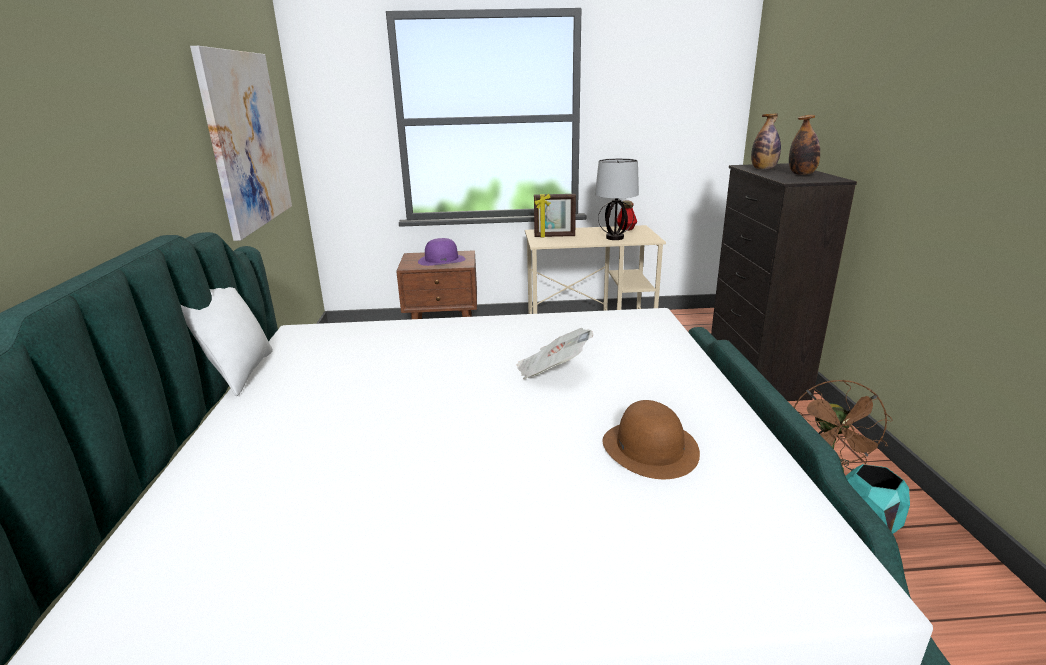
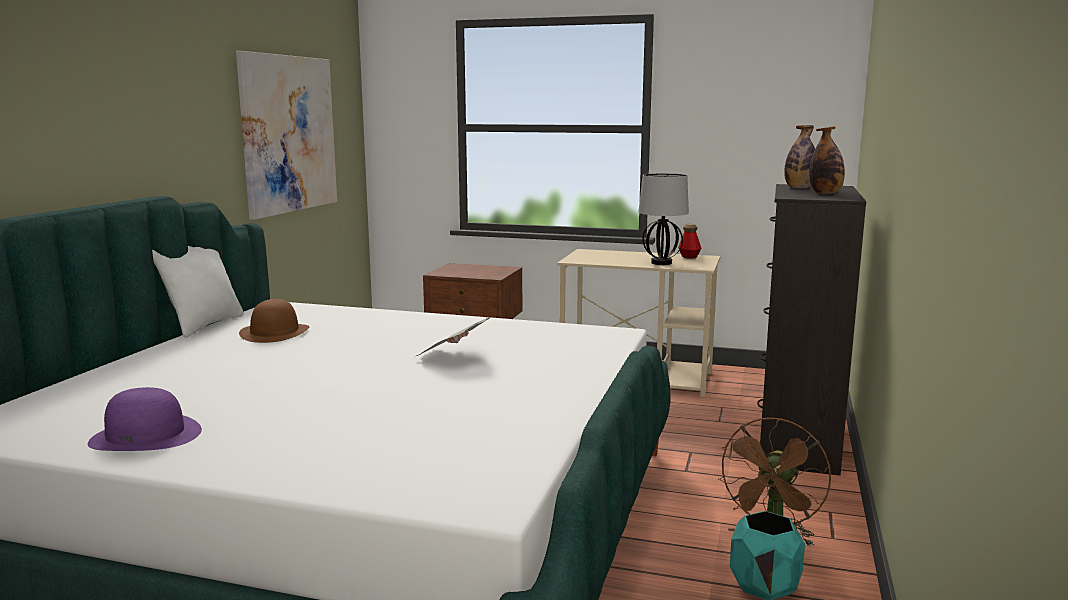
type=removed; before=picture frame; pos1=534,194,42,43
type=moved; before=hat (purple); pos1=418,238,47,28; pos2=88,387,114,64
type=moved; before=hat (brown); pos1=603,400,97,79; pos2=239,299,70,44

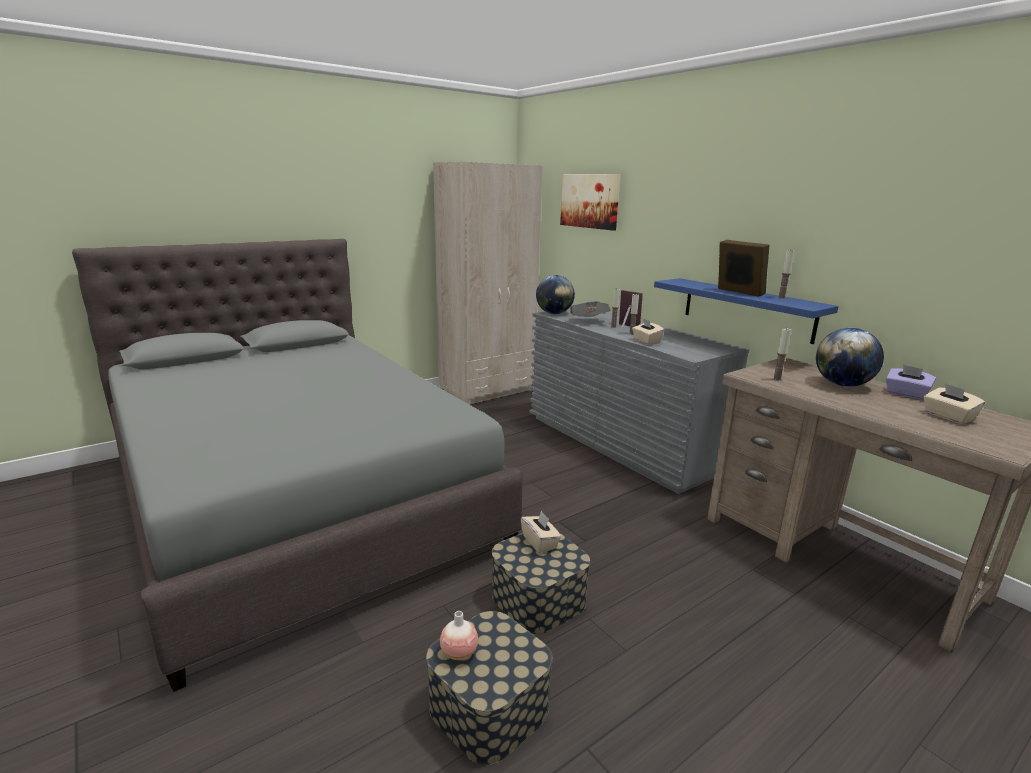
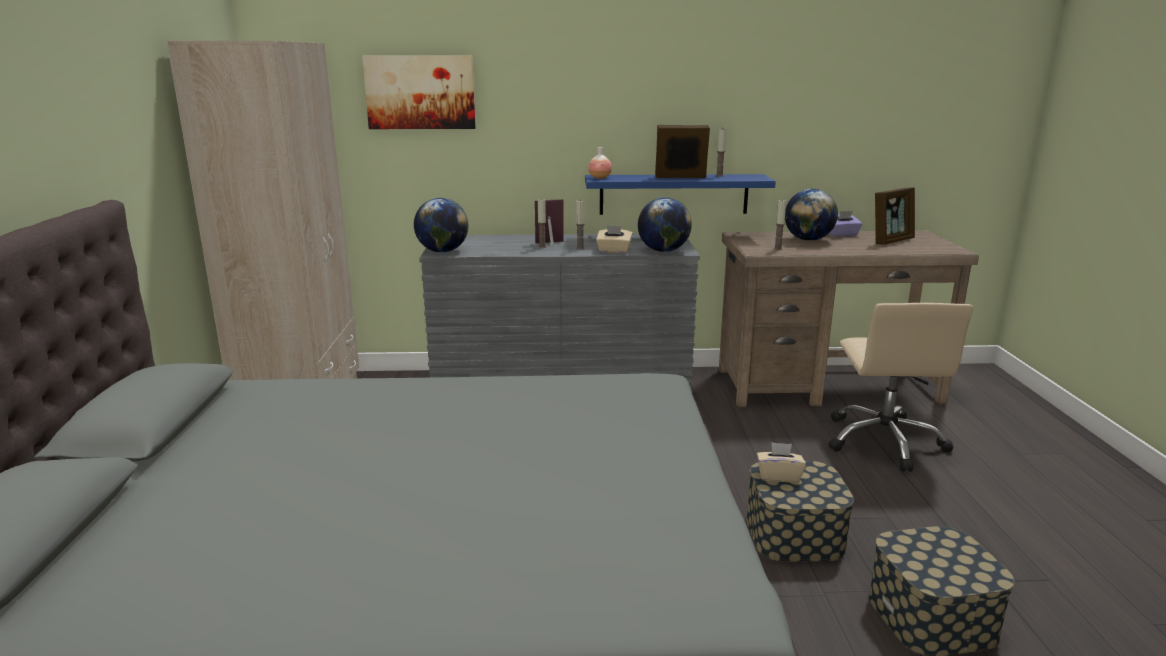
type=removed; before=newspaper; pos1=570,301,40,16
type=added; after=globe; pos2=638,197,54,55
type=added; after=office chair (beige); pos2=828,303,146,168
type=moved; before=vase; pos1=440,611,38,49; pos2=588,147,24,32
type=replaced; before=tissue box (beige); after=picture frame; pos1=924,383,61,41; pos2=875,187,40,58

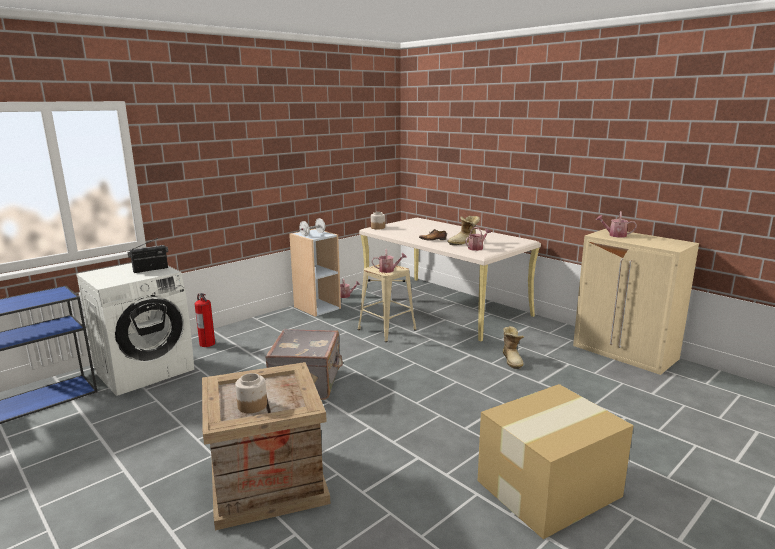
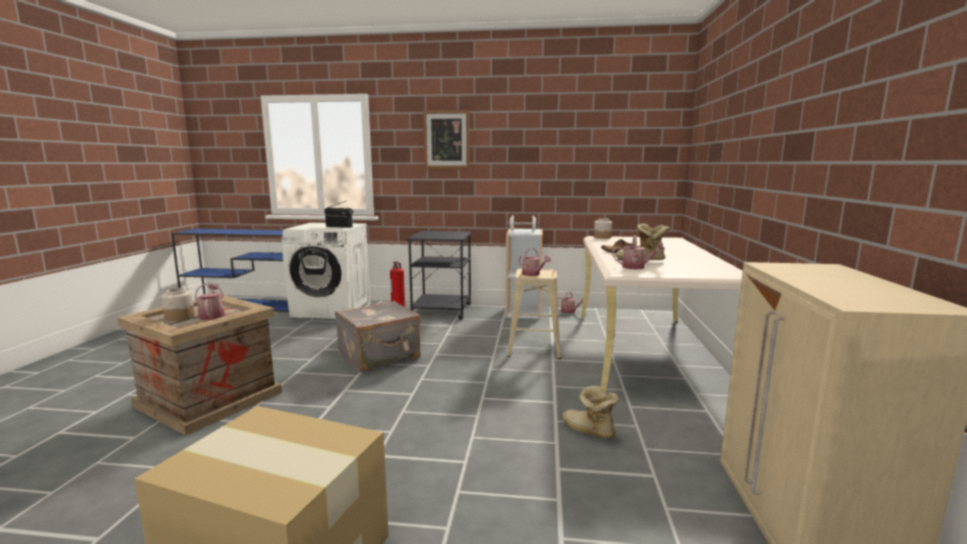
type=added; after=cart (black); pos2=407,231,65,89
type=added; after=picture; pos2=423,110,47,59
type=moved; before=watering can; pos1=596,211,41,27; pos2=195,283,30,37
type=turned; before=boot; pos1=503,326,21,43; pos2=562,385,58,53; turn=90

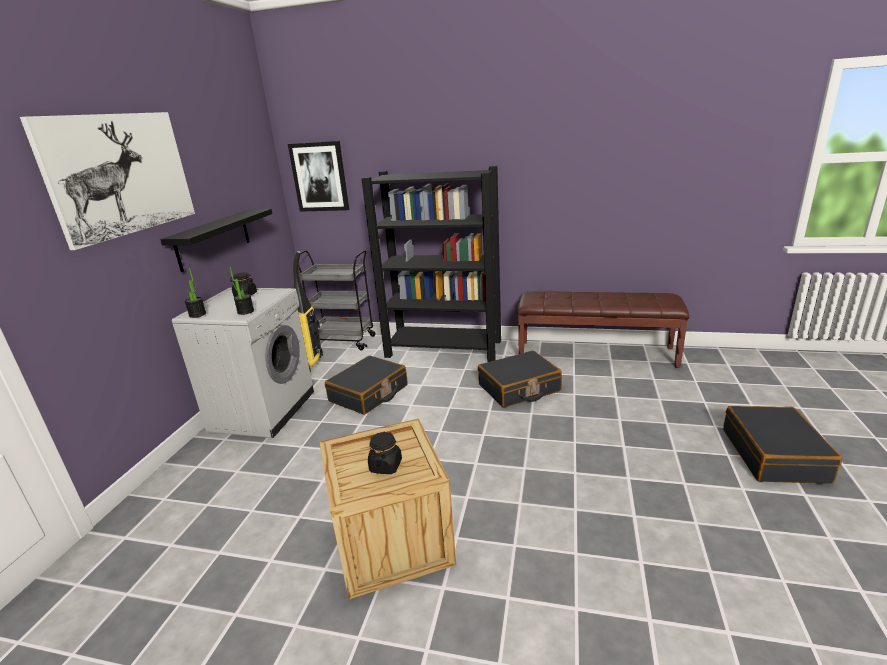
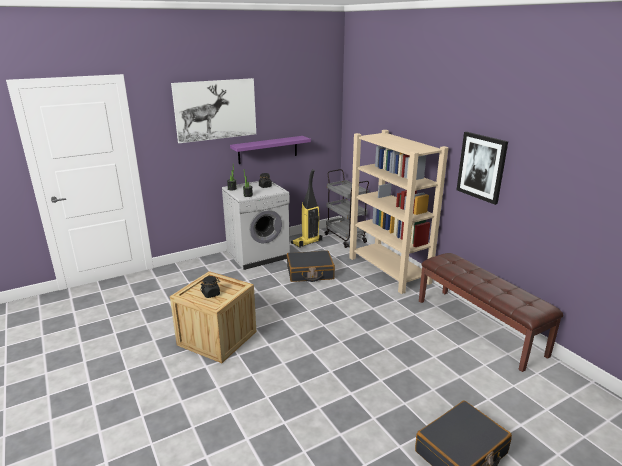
type=removed; before=suitcase (black); pos1=478,351,84,57
type=moved; before=picture; pos1=288,141,61,71; pos2=456,132,52,73
type=recoloured; before=shelf (black); after=shelf (purple); pos1=160,209,112,63; pos2=230,136,81,28
type=recoloured; before=bookcase (black); after=bookcase (beige); pos1=361,166,140,196; pos2=349,130,99,164

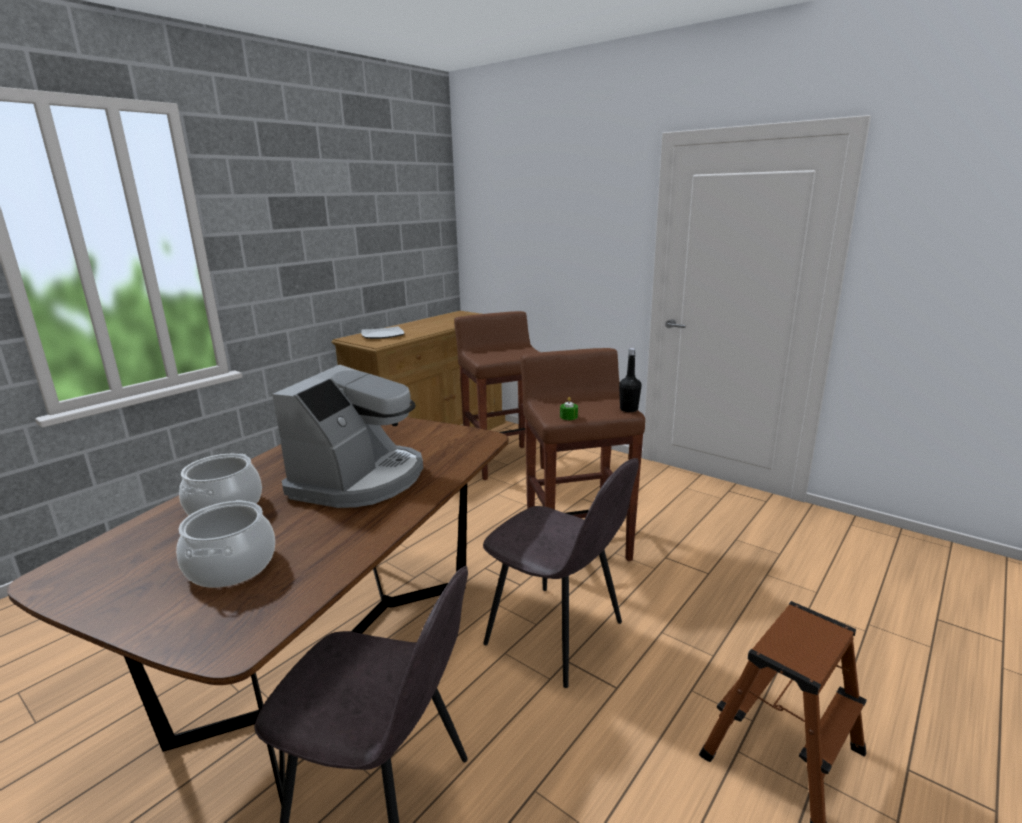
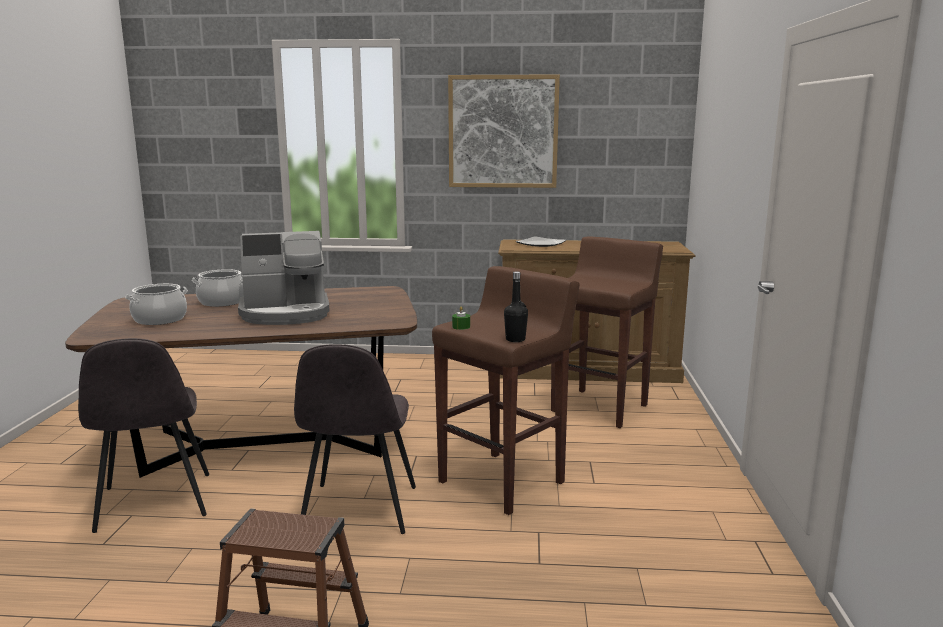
type=added; after=picture; pos2=448,74,112,114

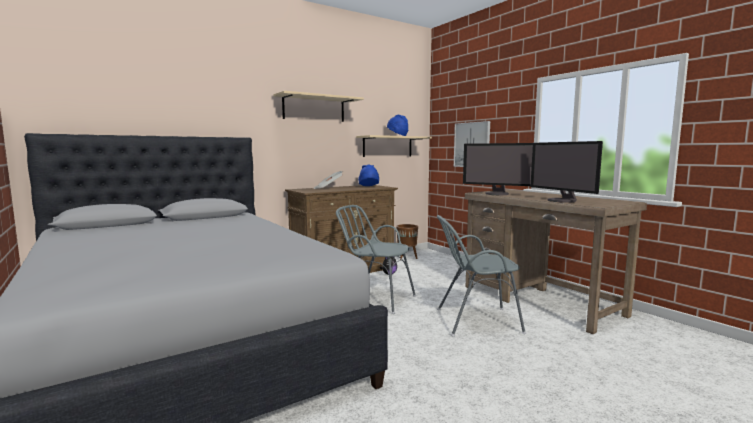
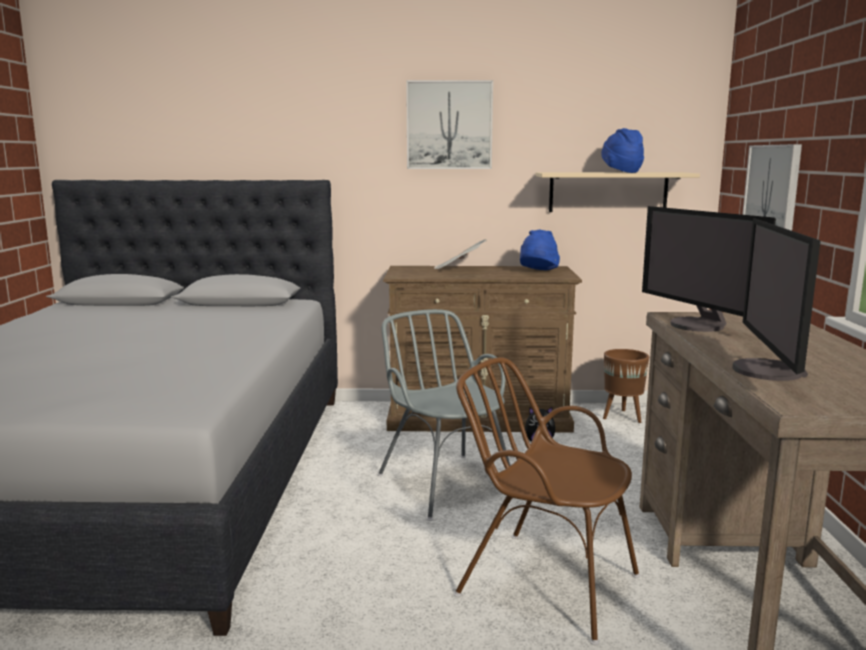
type=replaced; before=shelf (beige); after=picture; pos1=273,91,91,31; pos2=406,80,87,89
type=recoloured; before=chair (grey); after=chair (brown); pos1=437,215,89,121; pos2=453,357,187,288

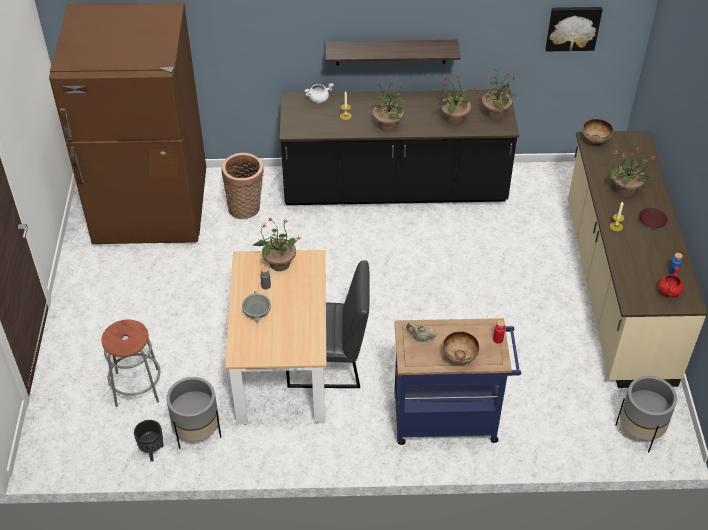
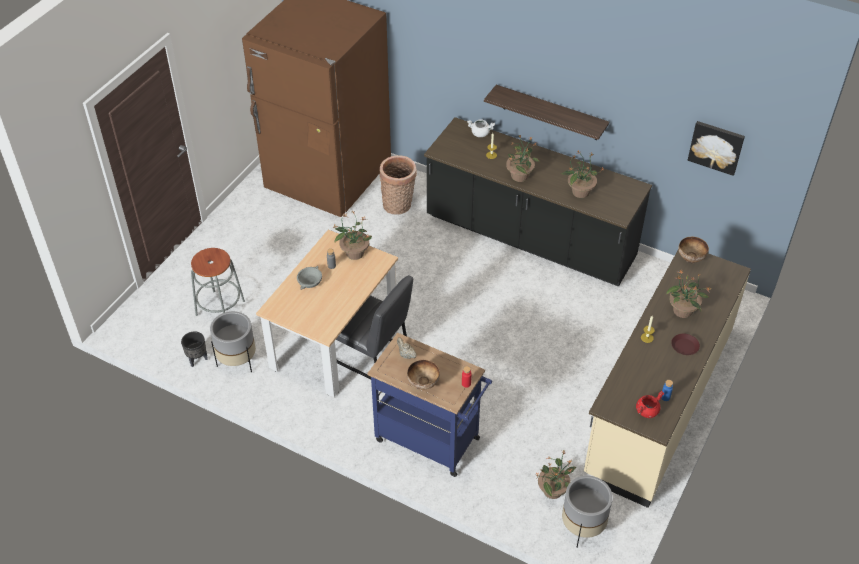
type=moved; before=potted plant; pos1=482,68,36,52; pos2=535,450,42,49

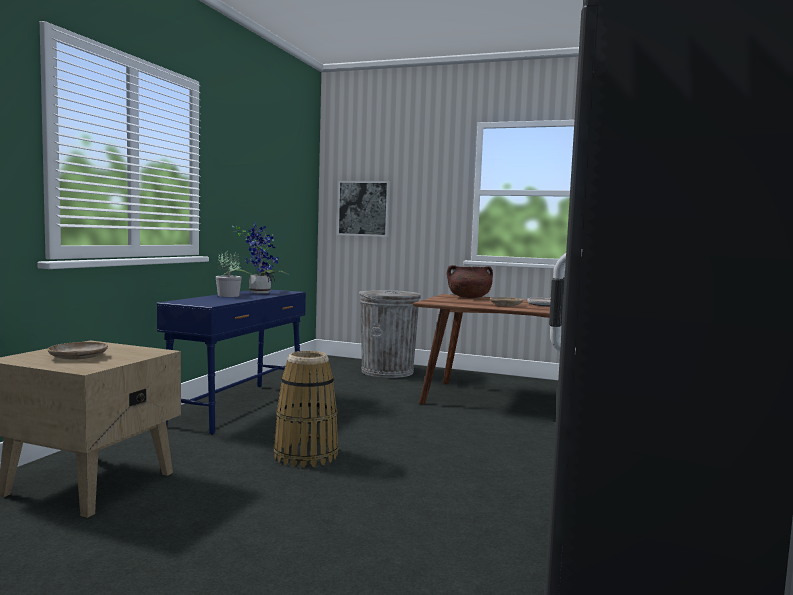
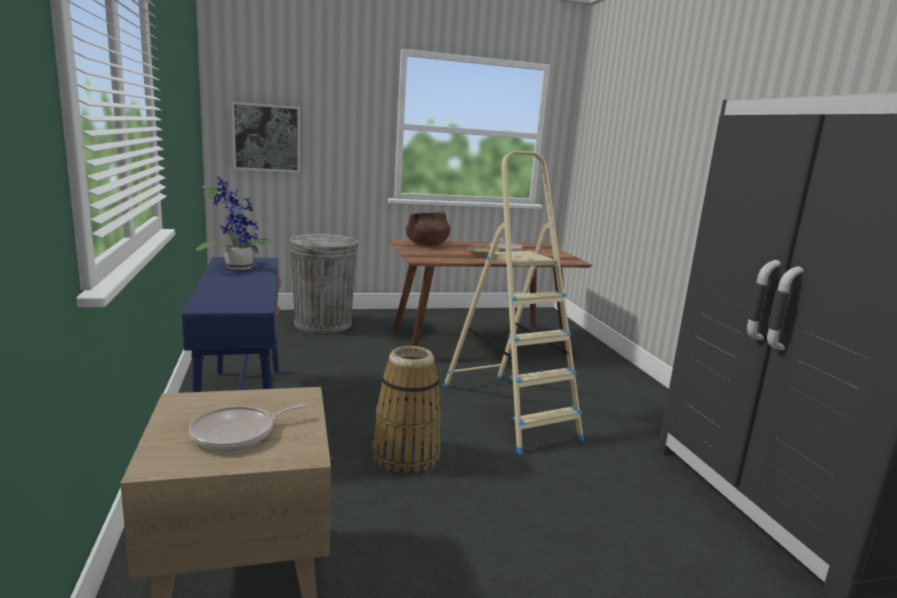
type=removed; before=potted plant; pos1=216,251,26,46
type=added; after=step ladder (beige); pos2=444,151,140,303
type=replaced; before=plate (beige); after=frying pan; pos1=48,342,60,17; pos2=189,403,119,48

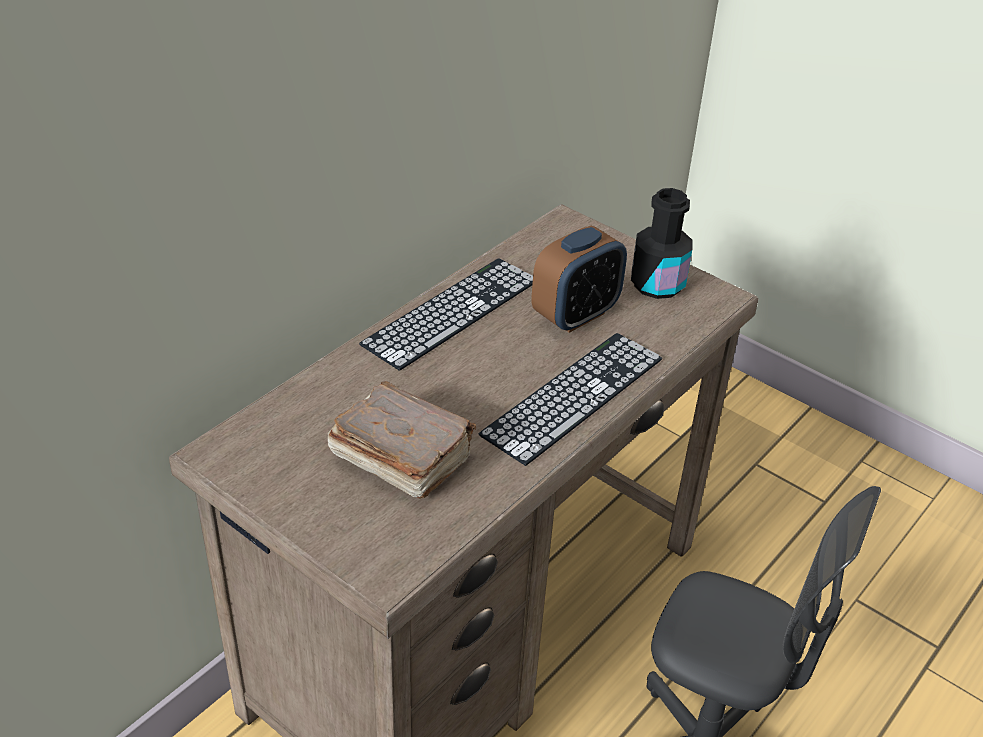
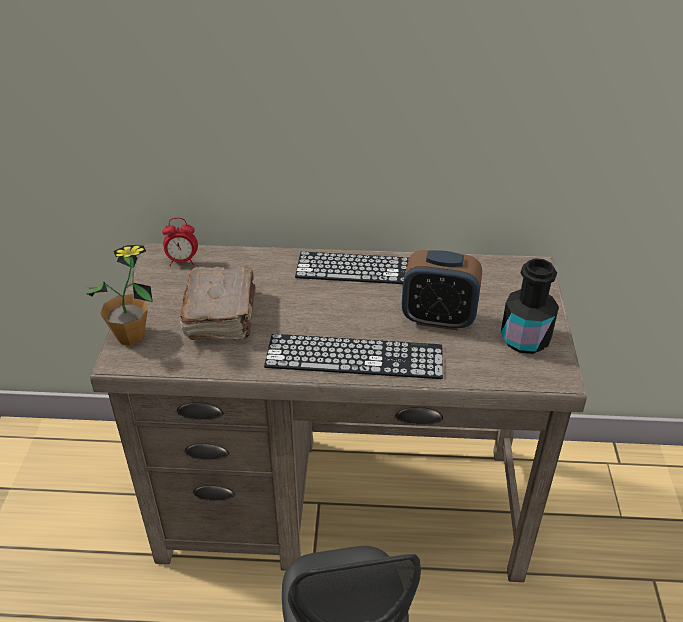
type=added; after=potted plant; pos2=86,245,67,100
type=added; after=alarm clock; pos2=162,218,36,48

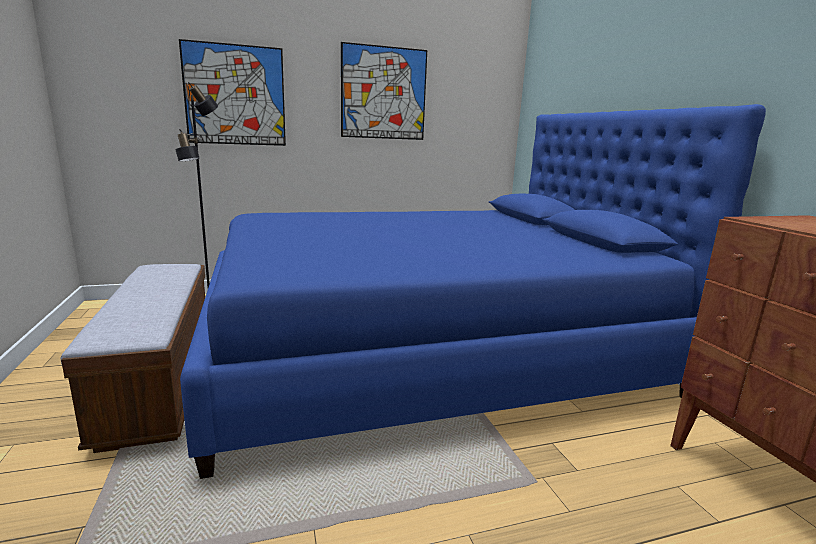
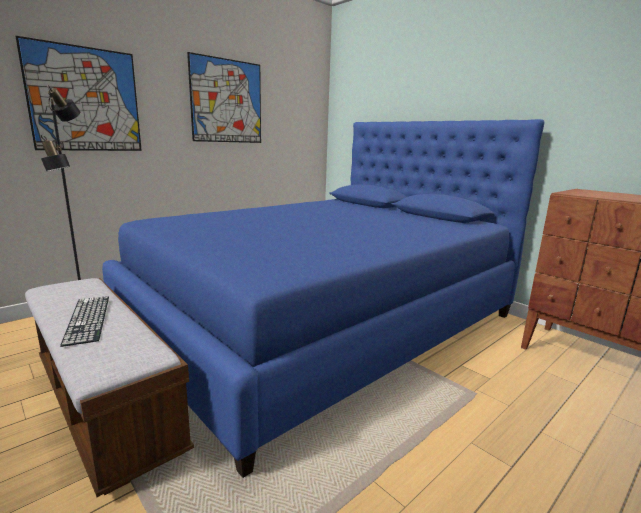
type=added; after=keyboard; pos2=60,296,49,51

